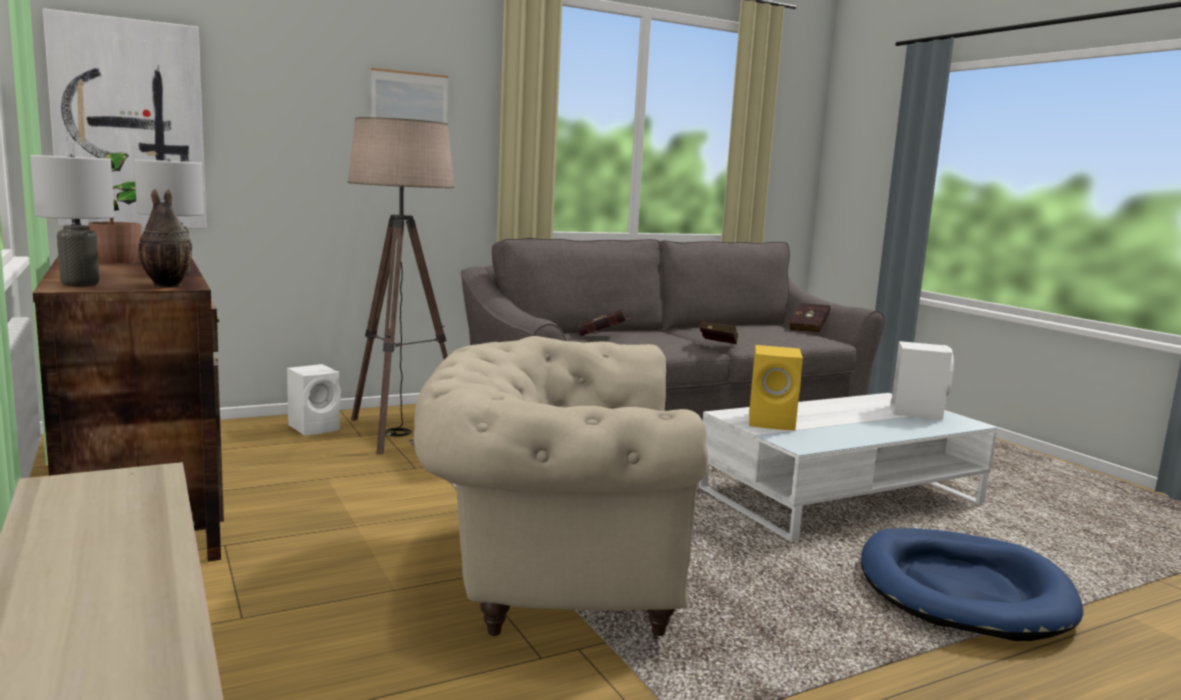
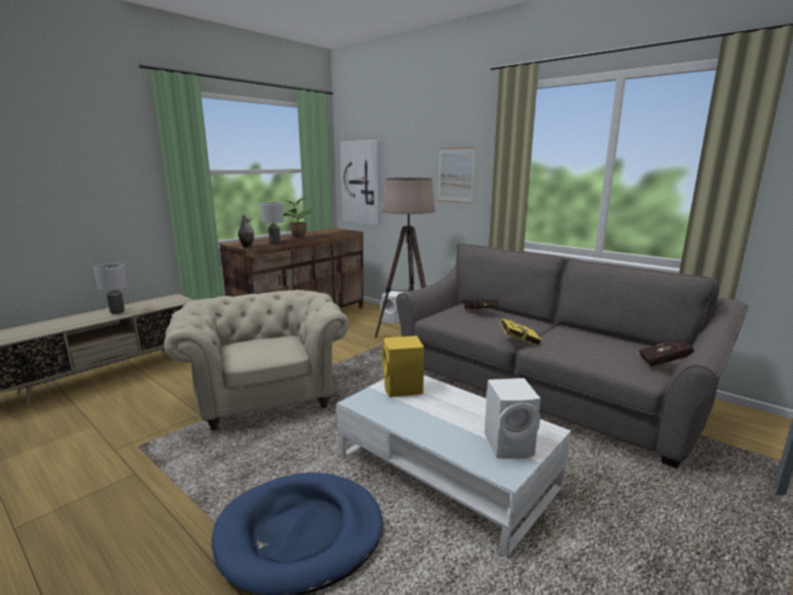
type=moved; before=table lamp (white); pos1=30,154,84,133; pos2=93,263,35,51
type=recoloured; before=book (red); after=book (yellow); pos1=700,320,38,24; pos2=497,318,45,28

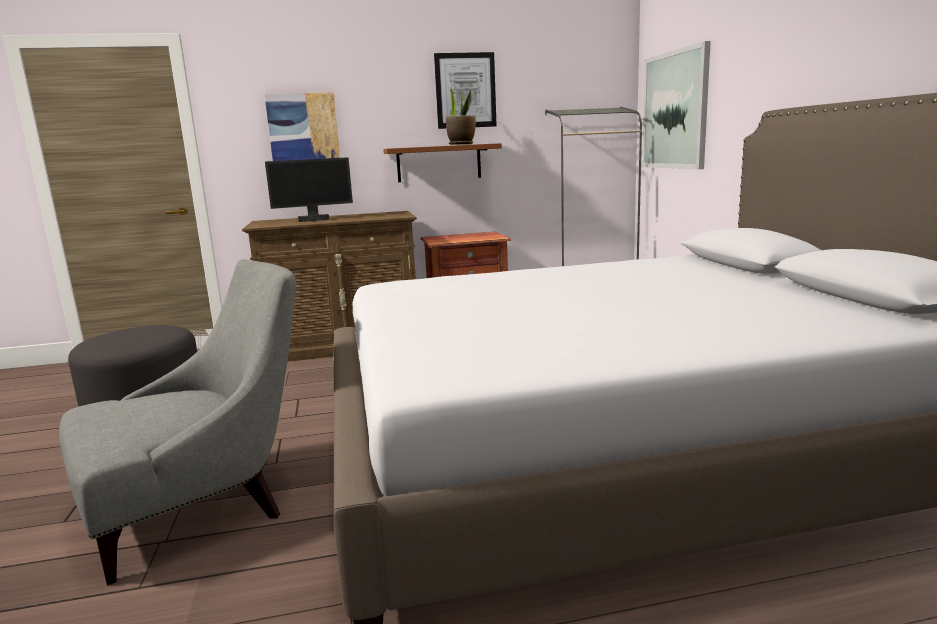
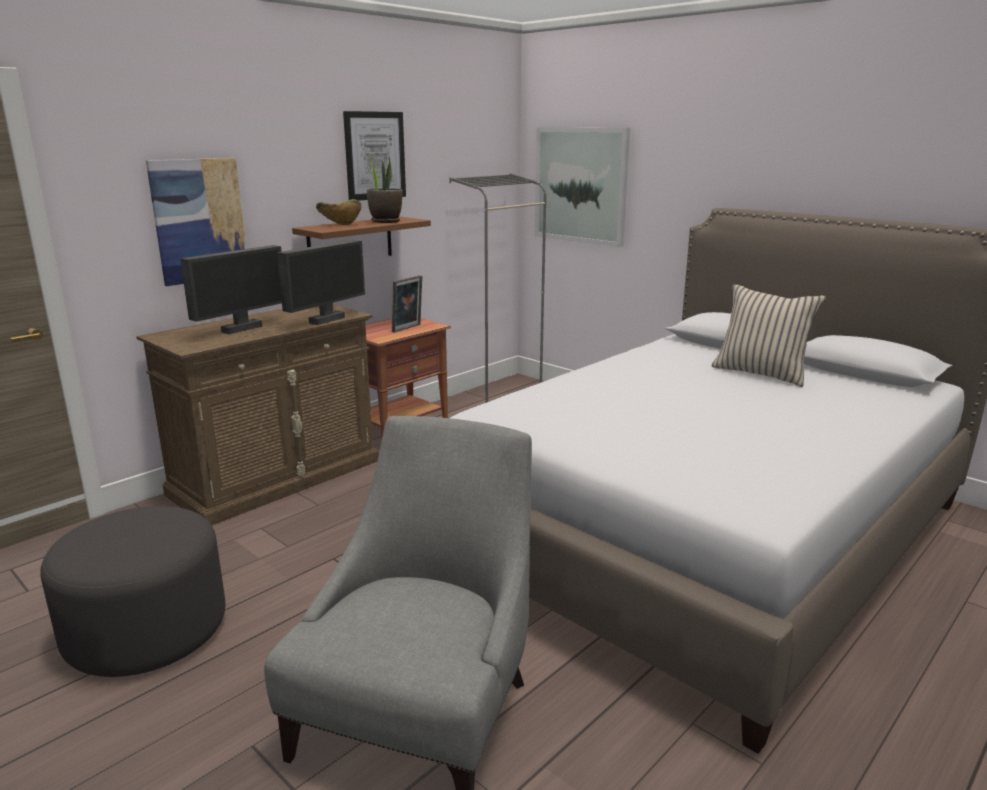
type=added; after=monitor; pos2=277,240,88,85
type=added; after=bowl; pos2=316,199,45,26
type=added; after=picture frame; pos2=392,275,30,57
type=added; after=pillow (beige); pos2=712,284,114,103

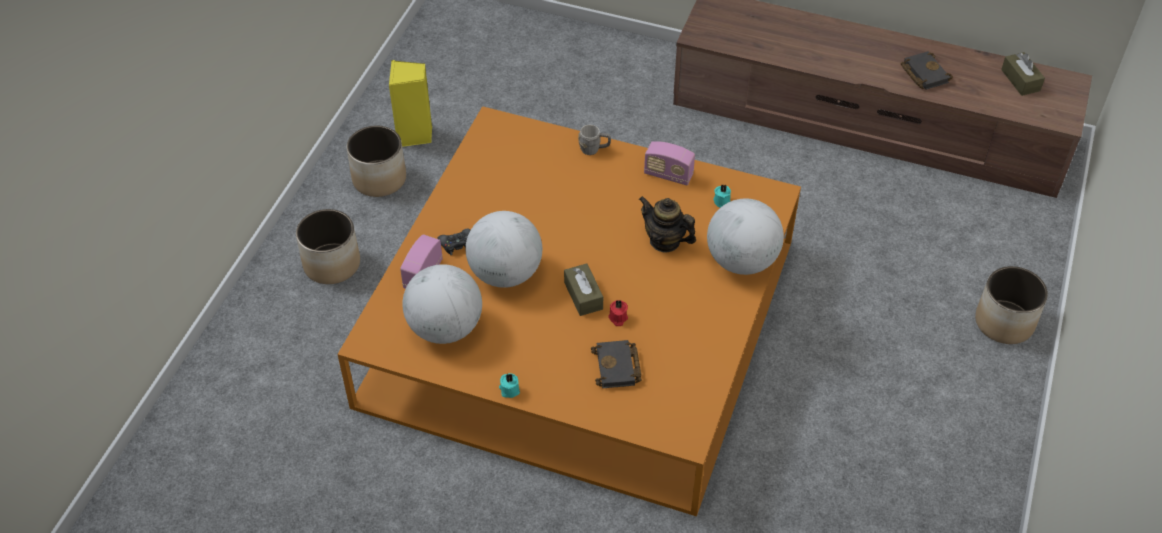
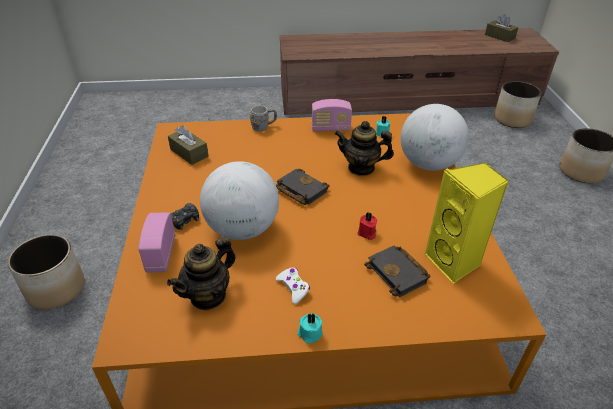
type=added; after=game controller (white); pos2=276,267,34,37
type=moved; before=planter; pos1=347,126,59,71; pos2=494,81,47,47
type=moved; before=speaker (yellow); pos1=389,60,43,87; pos2=425,163,84,120
type=moved; before=tissue box (brown); pos1=564,263,39,53; pos2=168,126,41,39
type=moved; before=book (black); pos1=900,51,53,39; pos2=276,168,54,37
type=replaced; before=globe; after=teapot; pos1=402,264,80,80; pos2=167,236,69,74

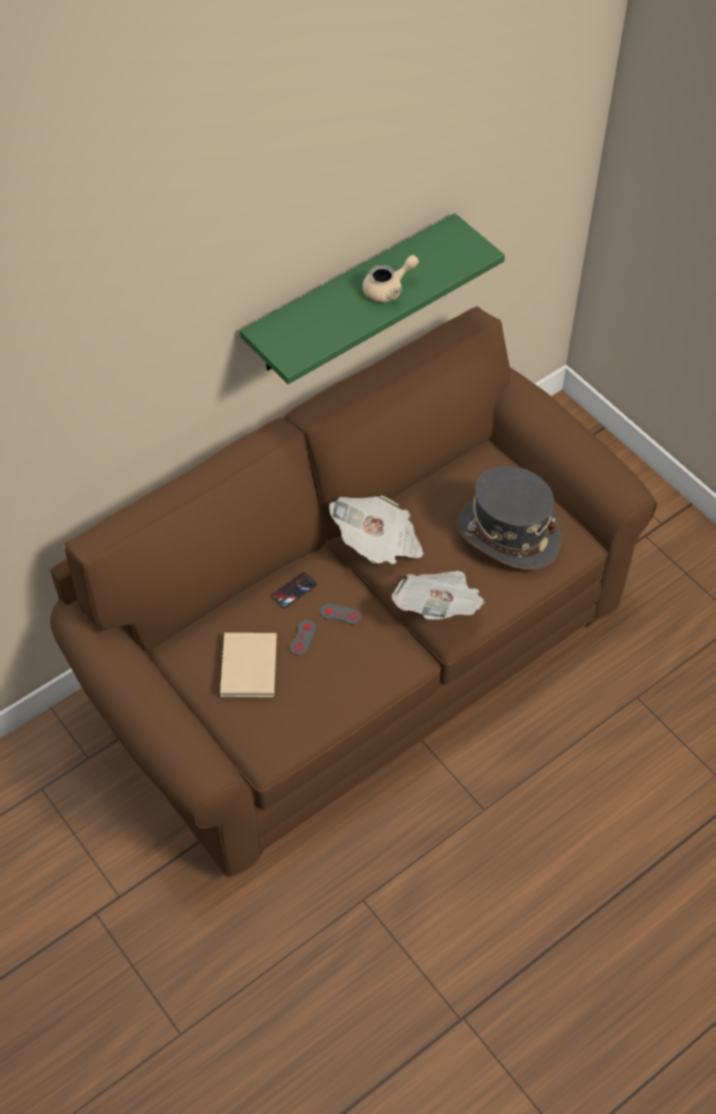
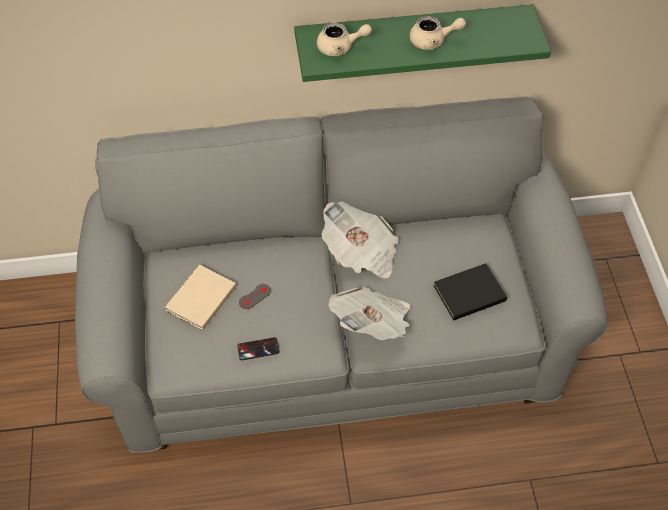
type=removed; before=game controller (grey); pos1=320,604,42,21
type=added; after=teapot (beige); pos2=317,22,55,34
type=moved; before=phone; pos1=272,572,45,36; pos2=237,337,43,23
type=replaced; before=hat (grey); after=book (black); pos1=457,466,105,104; pos2=434,263,73,58
type=recoloured; before=sofa (brown); after=sofa (grey); pos1=50,306,607,572; pos2=75,96,533,357

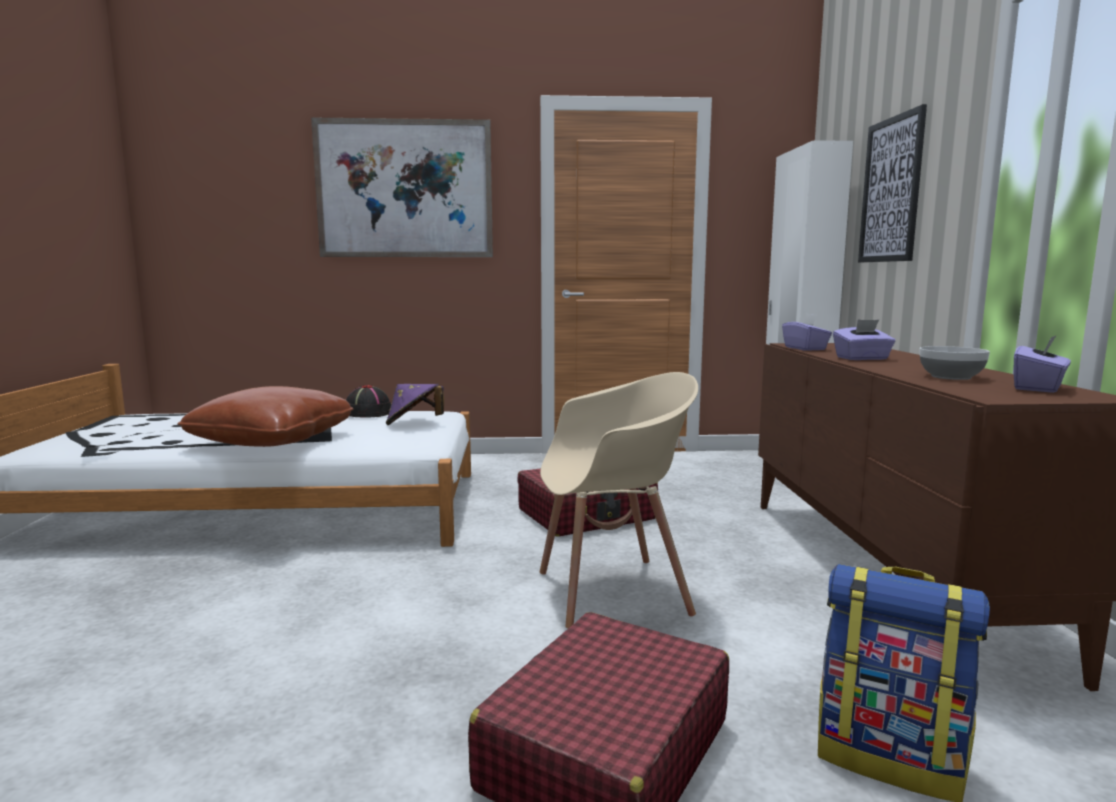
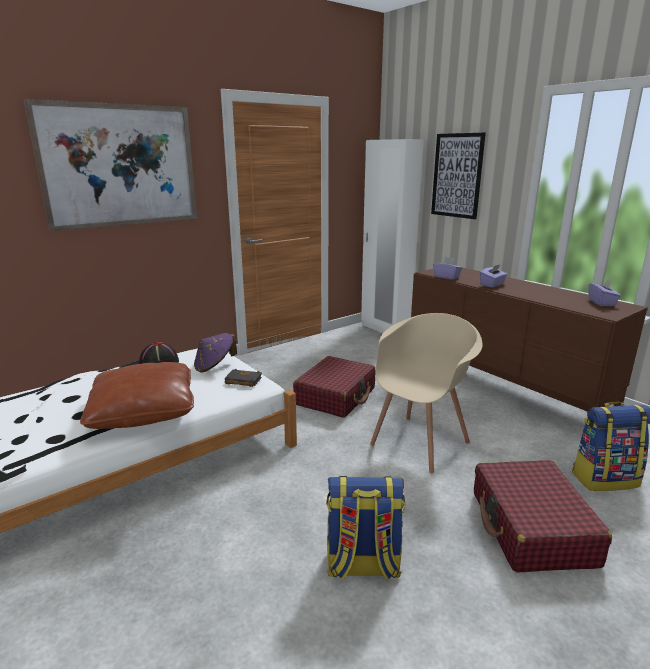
type=removed; before=bowl; pos1=920,346,70,34
type=added; after=book (black); pos2=225,368,37,19
type=added; after=backpack; pos2=326,476,79,105

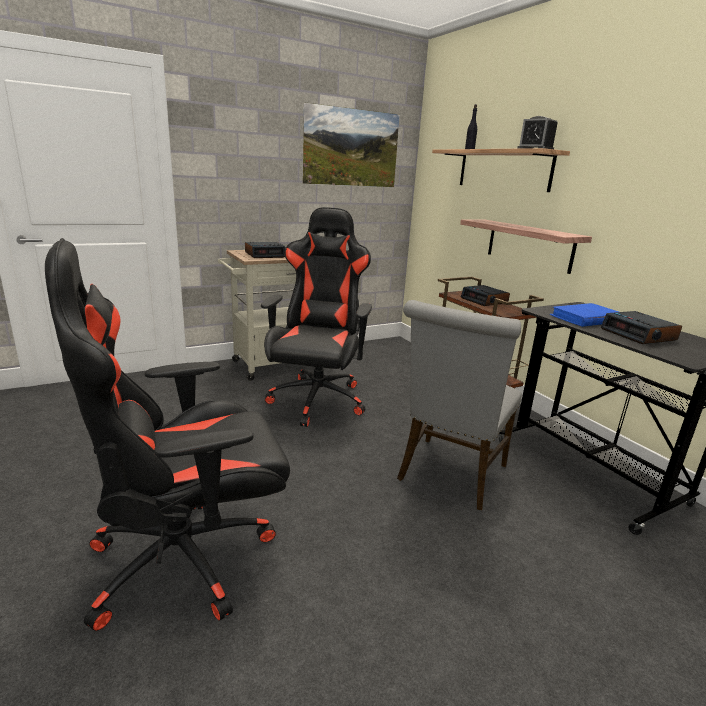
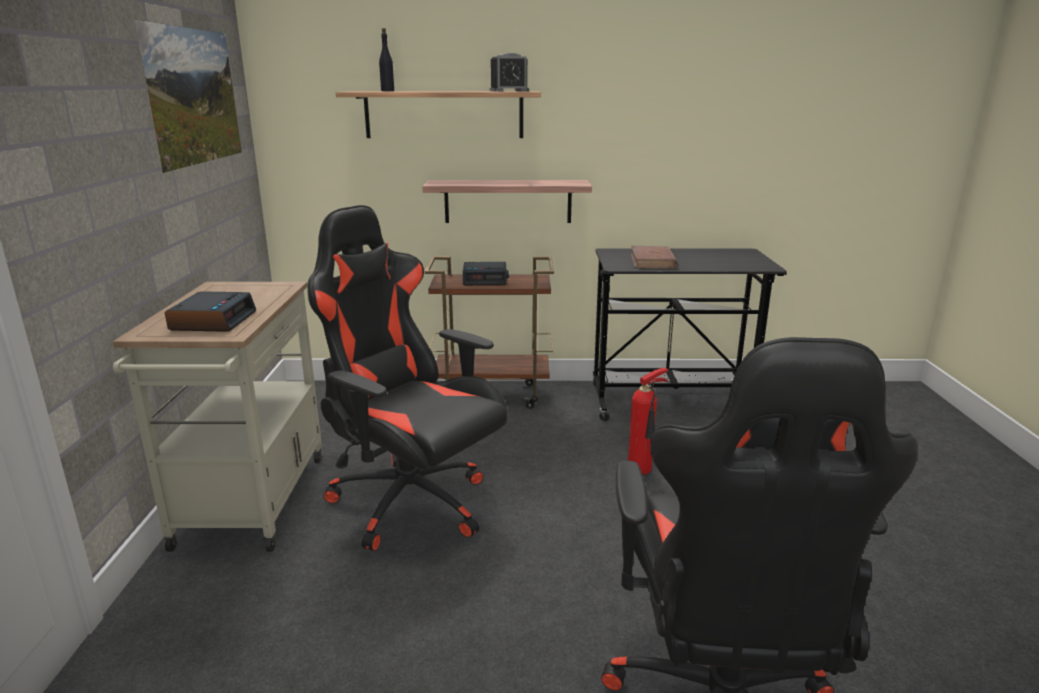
type=removed; before=alarm clock; pos1=601,311,81,33
type=replaced; before=chair (grey); after=fire extinguisher; pos1=397,300,125,210; pos2=628,368,40,107
type=recoloured; before=book (blue); after=book (brown); pos1=550,303,69,24; pos2=631,246,46,23

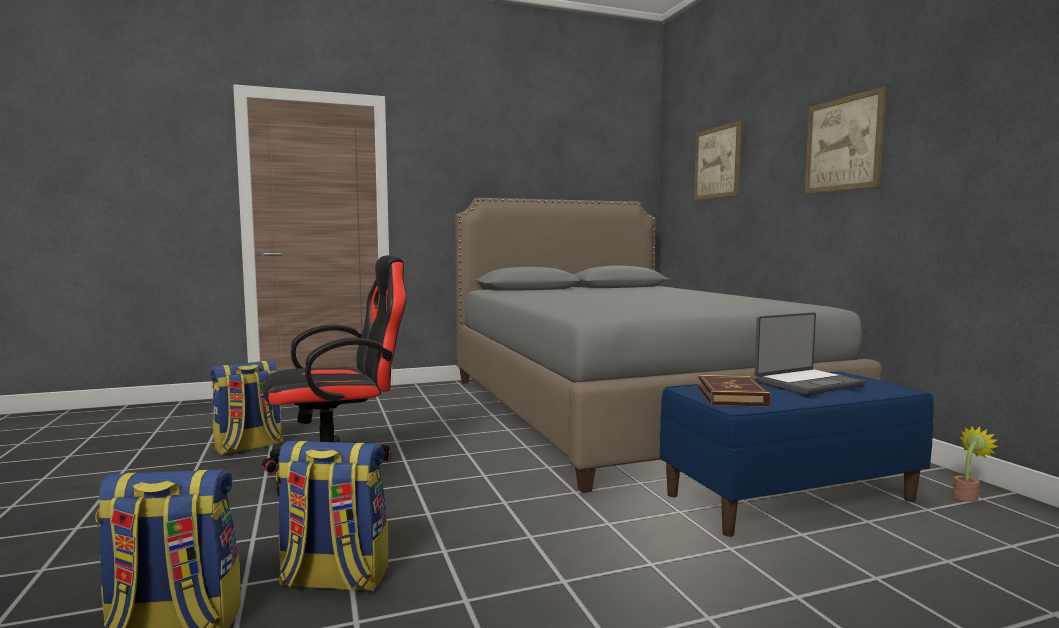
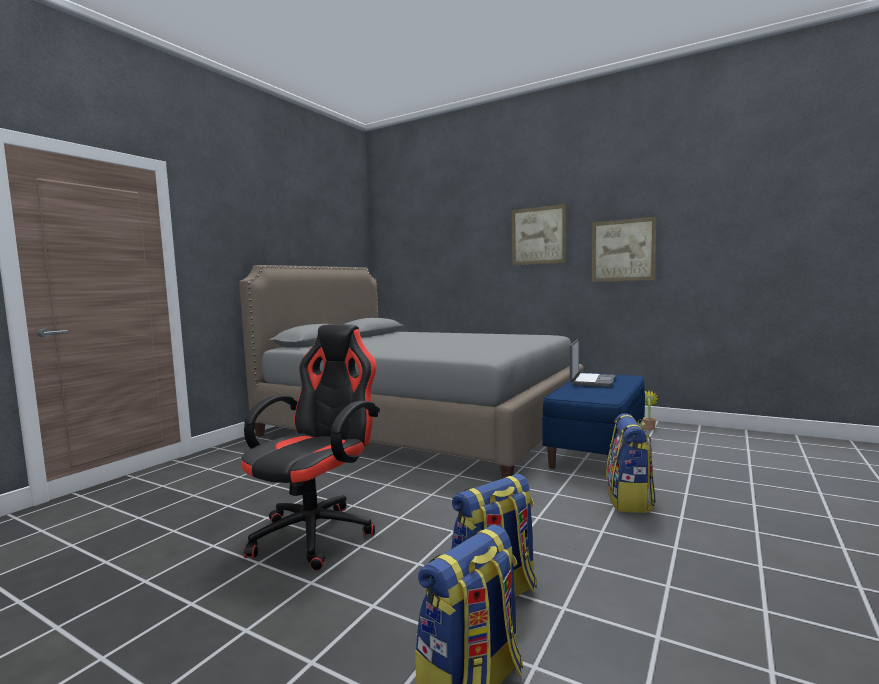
type=removed; before=book; pos1=698,375,72,32
type=moved; before=backpack; pos1=210,360,73,95; pos2=606,413,50,100
type=moved; before=picture; pos1=694,121,48,79; pos2=592,217,65,65

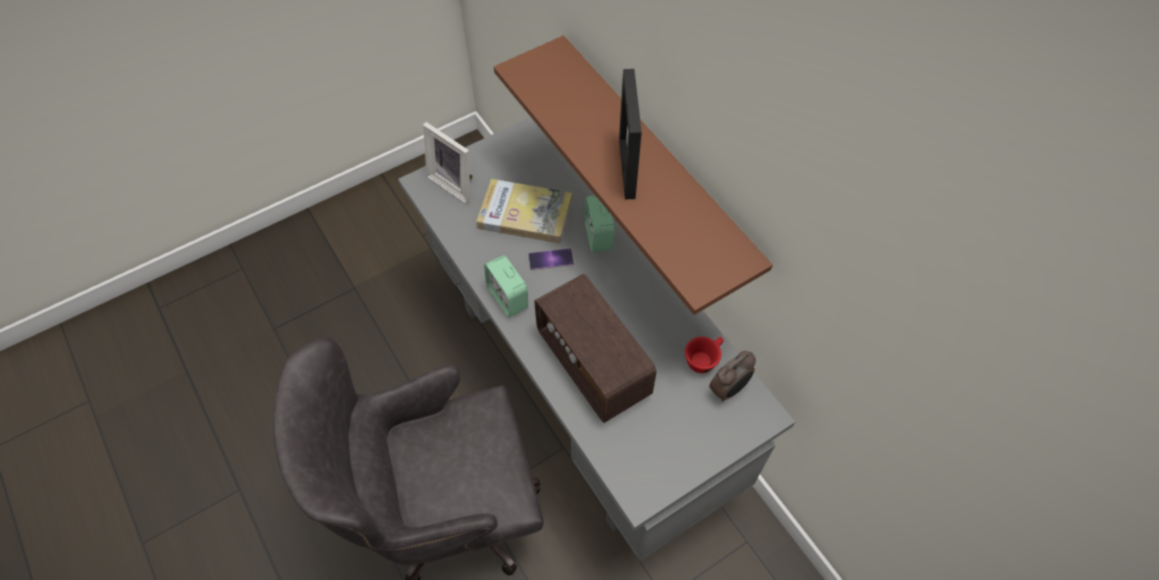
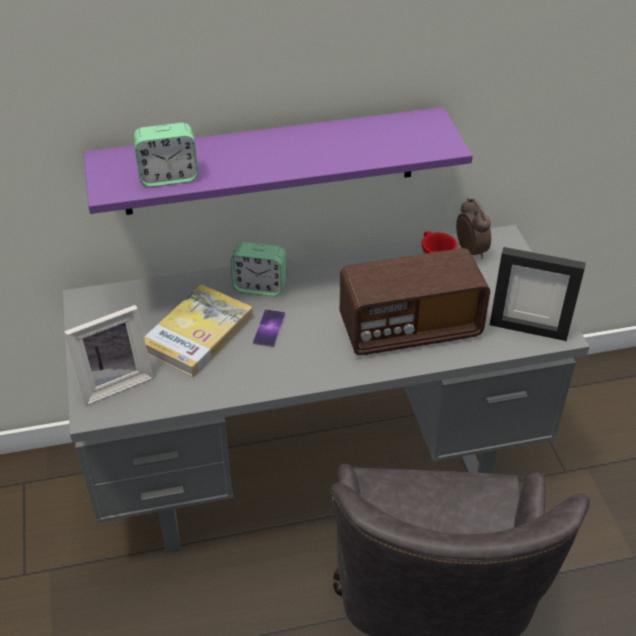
type=moved; before=alarm clock; pos1=484,255,44,62; pos2=133,123,65,64
type=moved; before=picture frame; pos1=619,69,23,130; pos2=490,247,96,94
type=recoloured; before=shelf (brown); after=shelf (purple); pos1=494,35,279,280; pos2=84,107,389,108

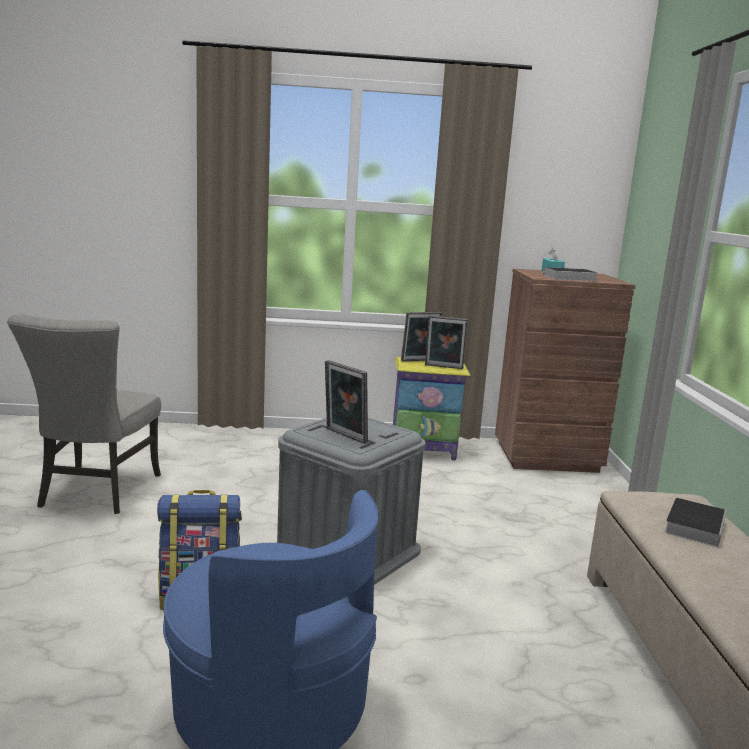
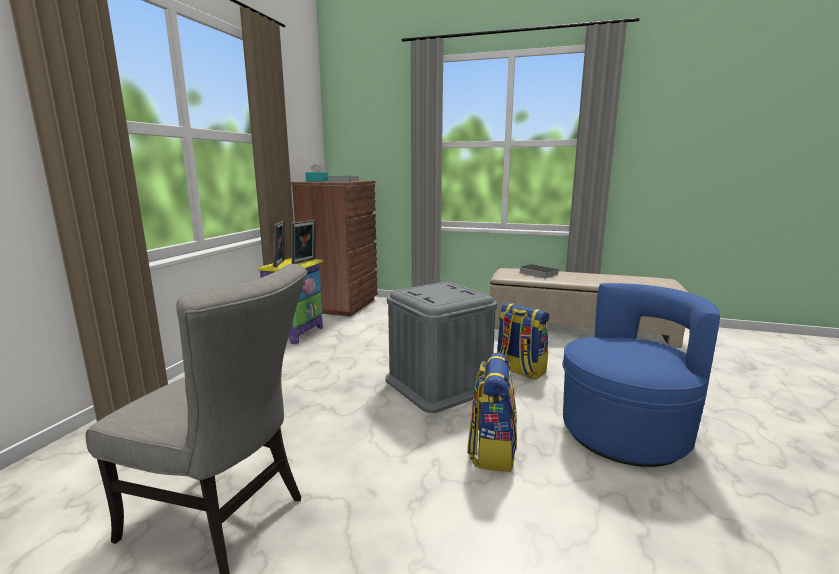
type=removed; before=picture frame; pos1=325,360,43,84
type=added; after=backpack; pos2=497,302,53,78

